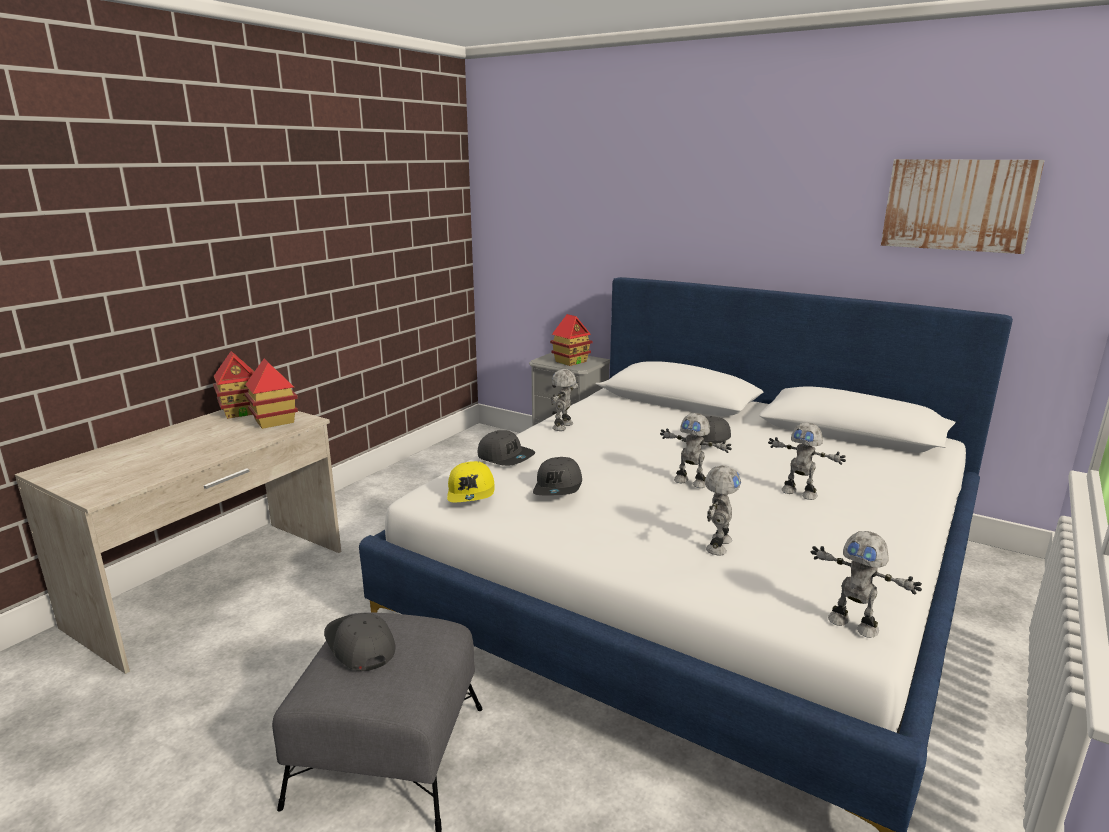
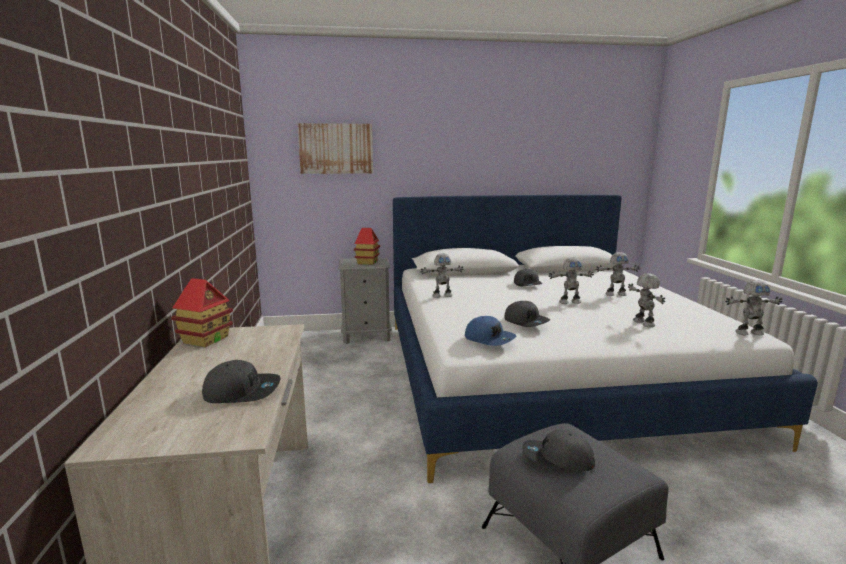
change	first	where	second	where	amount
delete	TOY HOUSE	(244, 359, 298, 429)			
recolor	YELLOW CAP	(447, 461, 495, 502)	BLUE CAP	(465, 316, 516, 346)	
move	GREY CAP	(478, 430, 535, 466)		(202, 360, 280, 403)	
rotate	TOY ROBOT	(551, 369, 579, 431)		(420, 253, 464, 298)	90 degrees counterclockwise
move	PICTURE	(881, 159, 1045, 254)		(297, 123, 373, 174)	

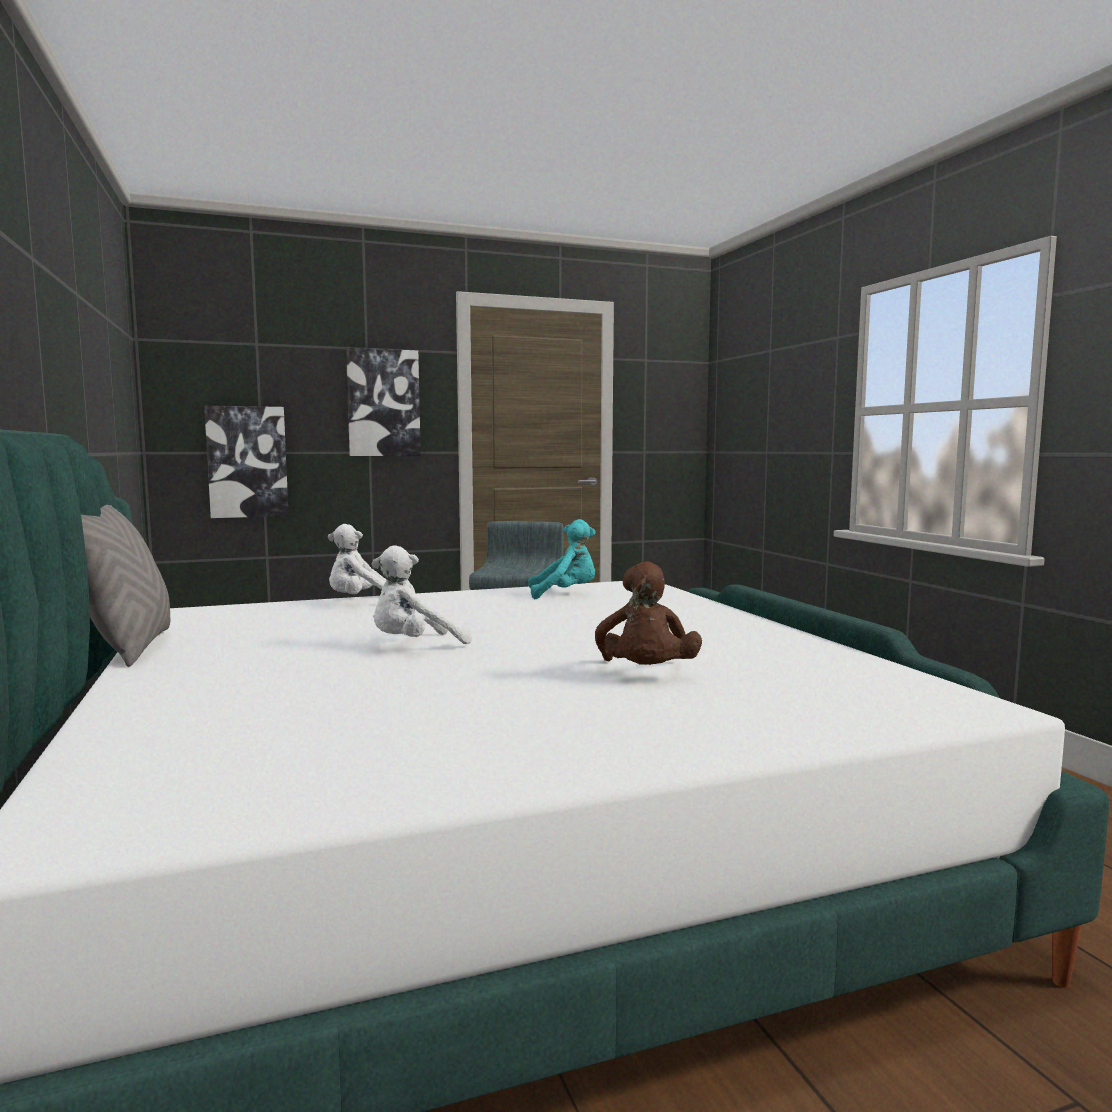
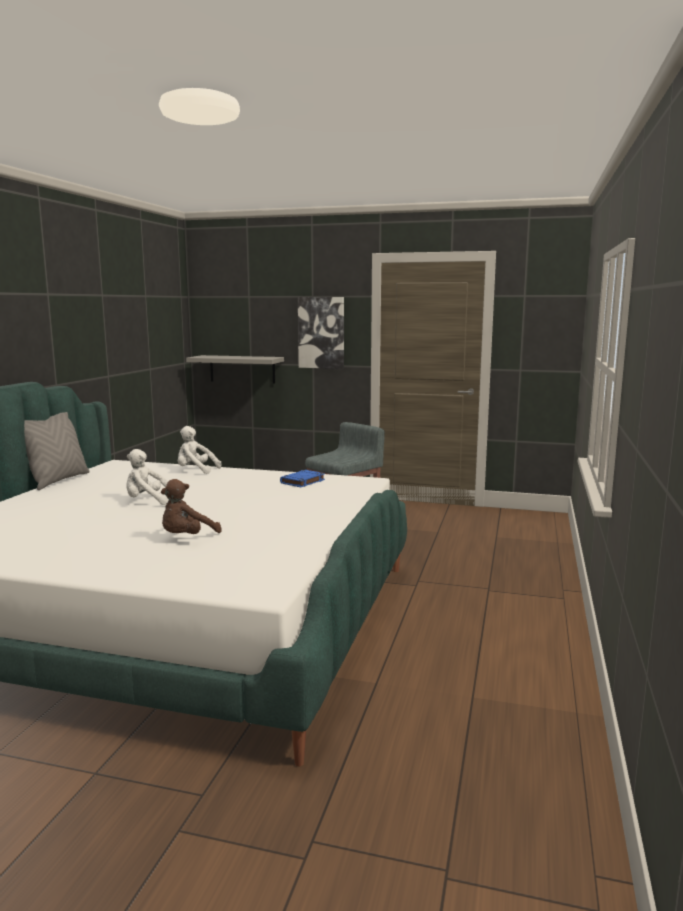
change	first	where	second	where	amount
replace	PICTURE	(204, 406, 289, 518)	GREY SHELF	(186, 355, 284, 384)	
replace	TURQUOISE PLUSH TOY	(528, 519, 596, 599)	BLUE BOOK	(280, 470, 325, 487)	

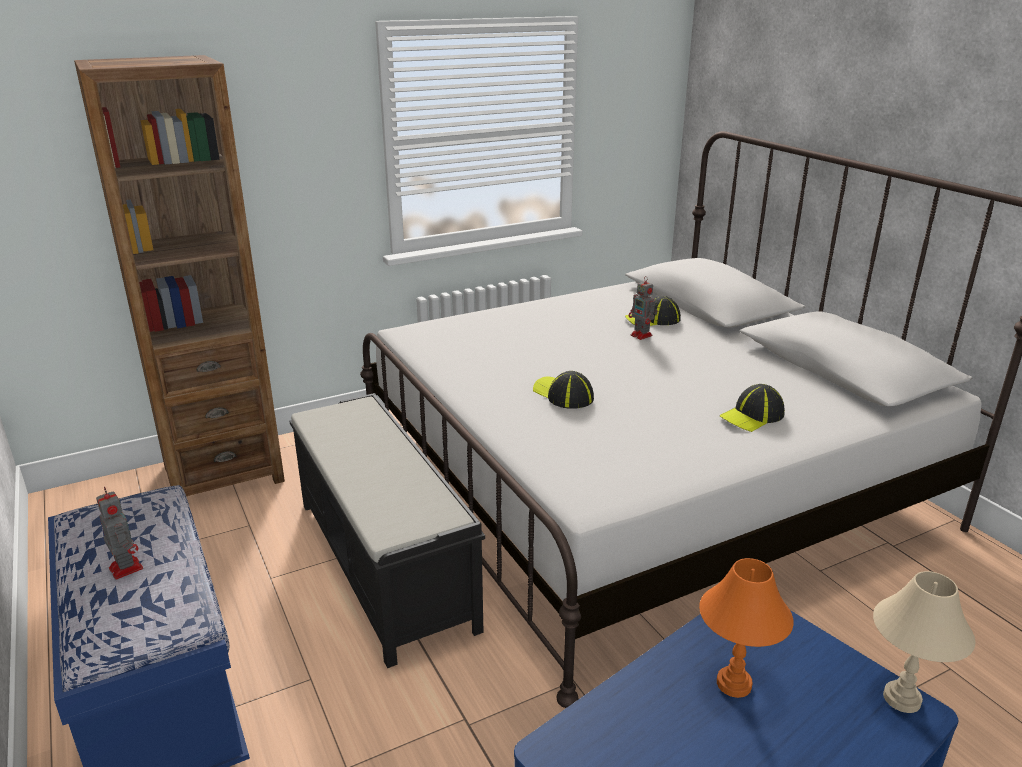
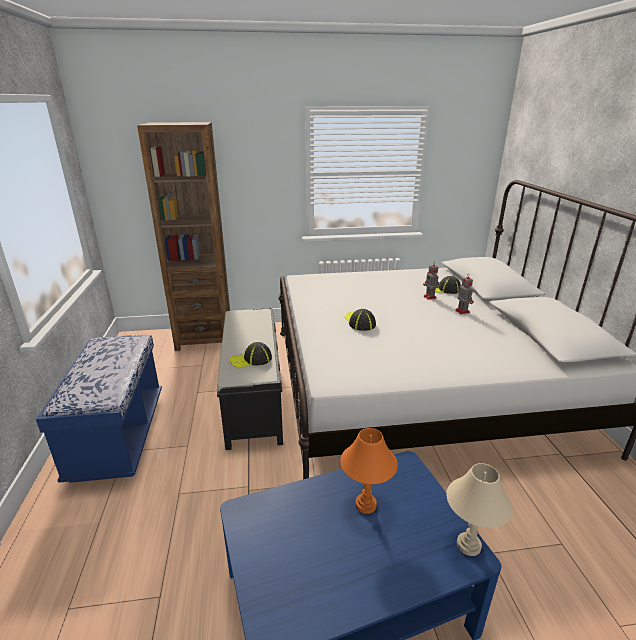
change	first	where	second	where	amount
move	TOY ROBOT	(96, 487, 143, 580)		(455, 277, 474, 314)	
move	CAP	(720, 384, 785, 432)		(230, 342, 272, 368)	

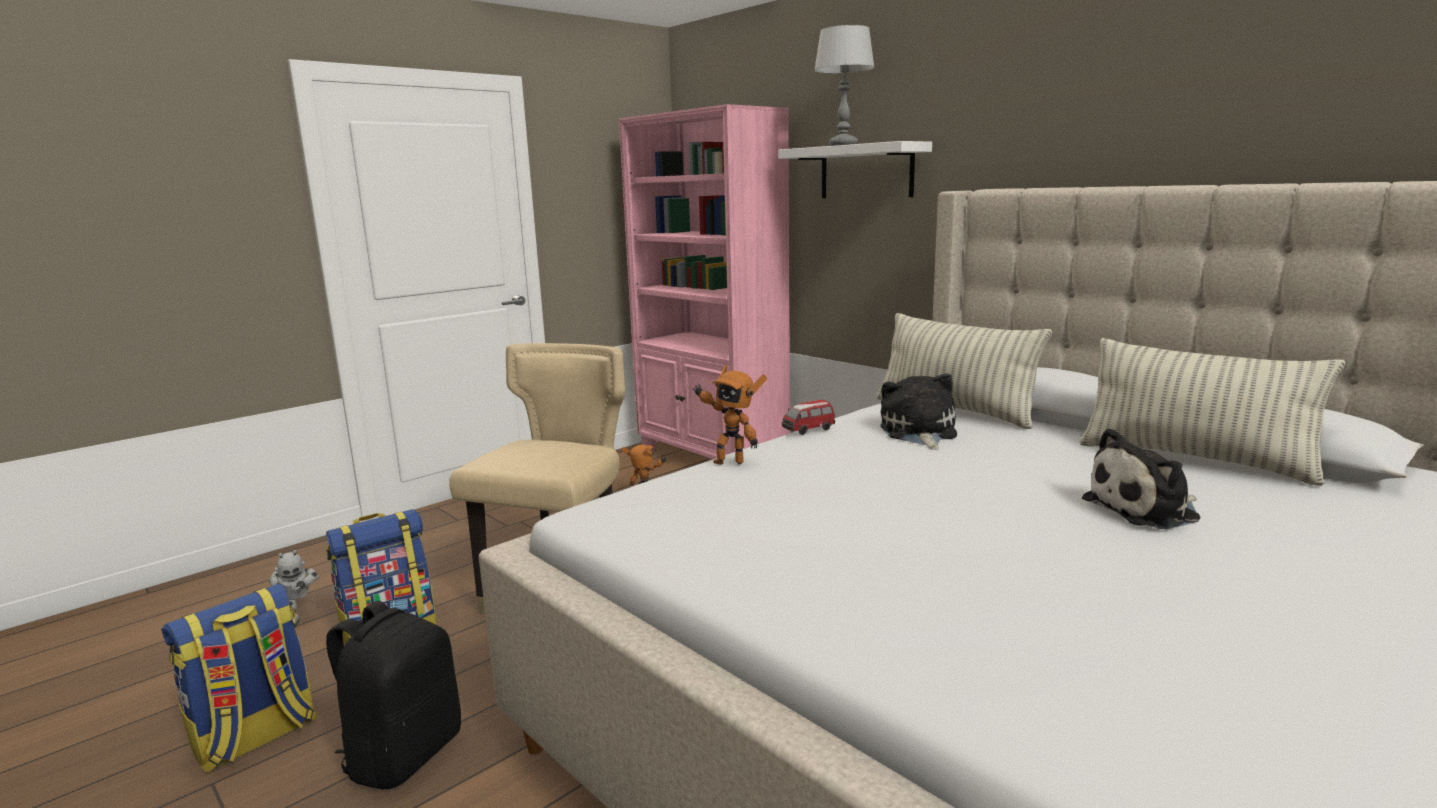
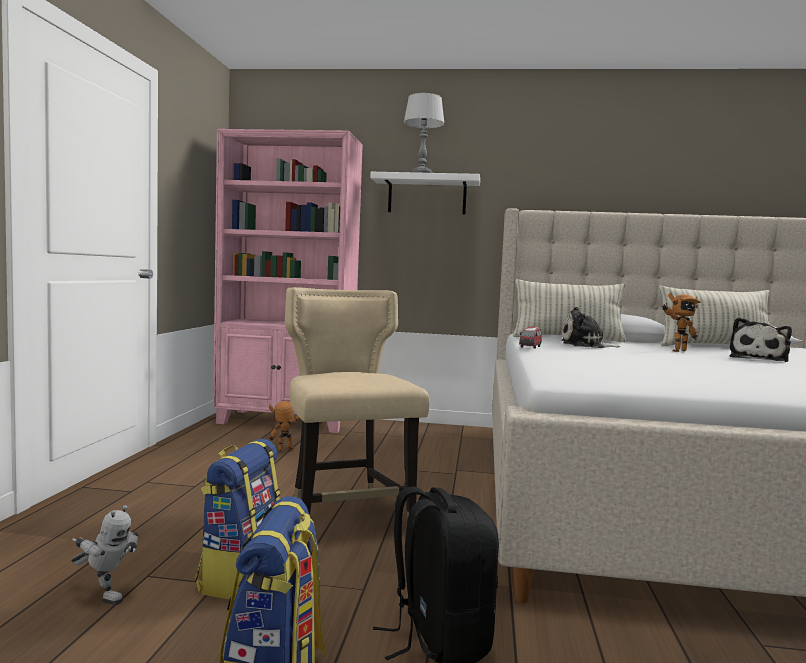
change	first	where	second	where	amount
move	TOY ROBOT	(693, 365, 767, 465)		(662, 293, 701, 352)	
rotate	PLUSH TOY	(881, 373, 957, 450)		(561, 307, 620, 348)	45 degrees counterclockwise

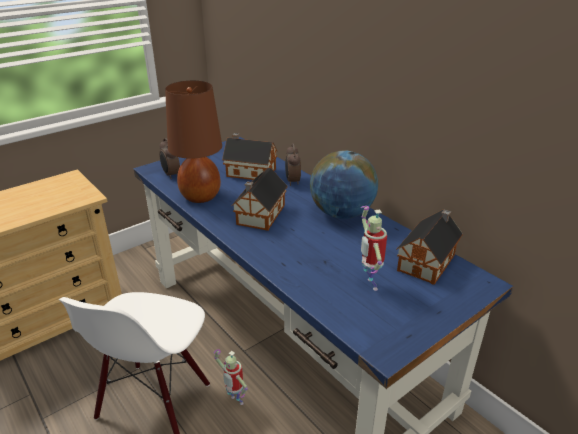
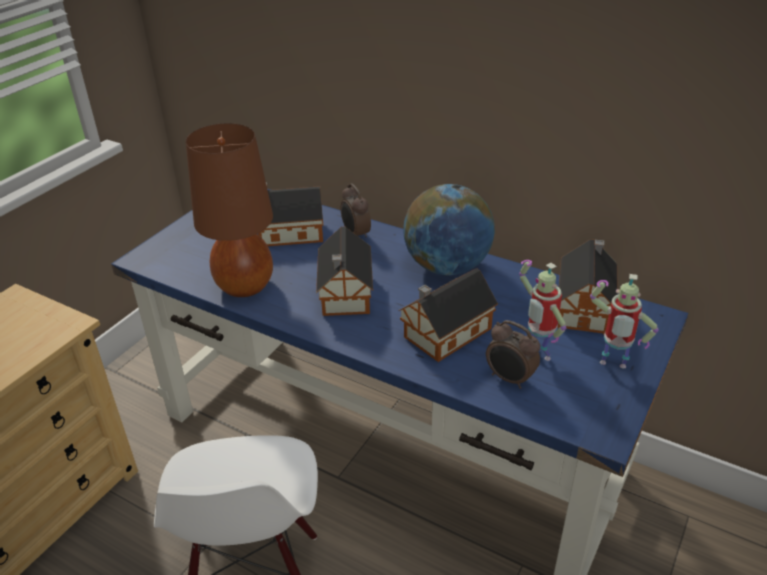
change	first	where	second	where	amount
move	ALARM CLOCK	(159, 138, 180, 179)		(486, 320, 540, 389)	
move	TOY ROBOT	(214, 349, 248, 405)		(590, 274, 659, 369)	
insert			TOY HOUSE	(398, 268, 498, 362)	

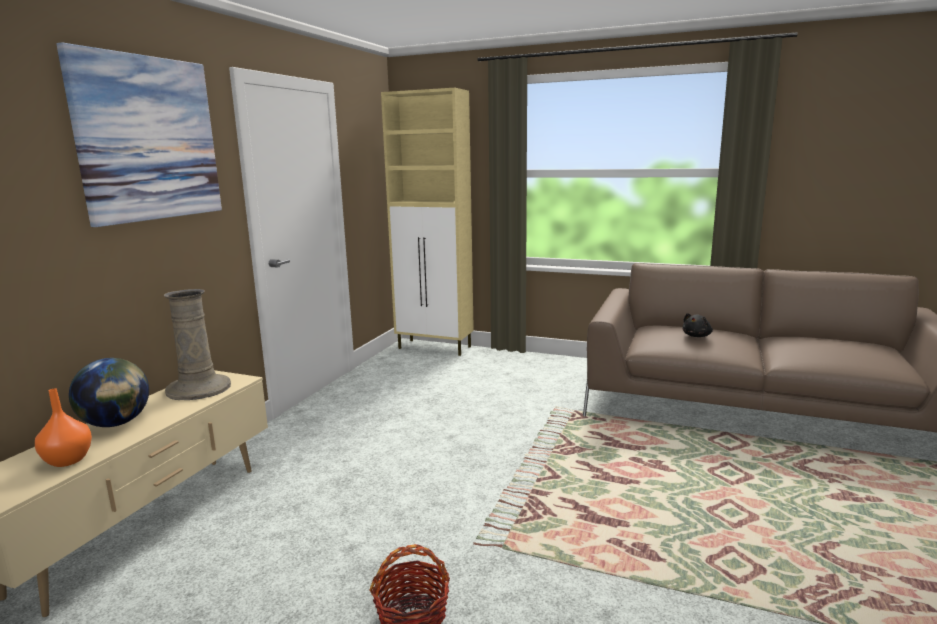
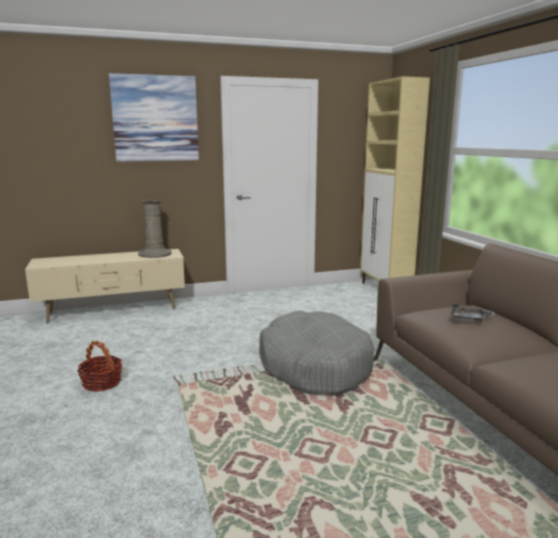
change	first	where	second	where	amount
delete	ORANGE VASE	(35, 389, 92, 467)			
delete	GLOBE	(69, 358, 149, 427)			
replace	BLACK PLUSH TOY	(682, 313, 713, 337)	GREY TRAY	(451, 304, 494, 323)	
insert			GREY DOG BED	(259, 311, 374, 395)	

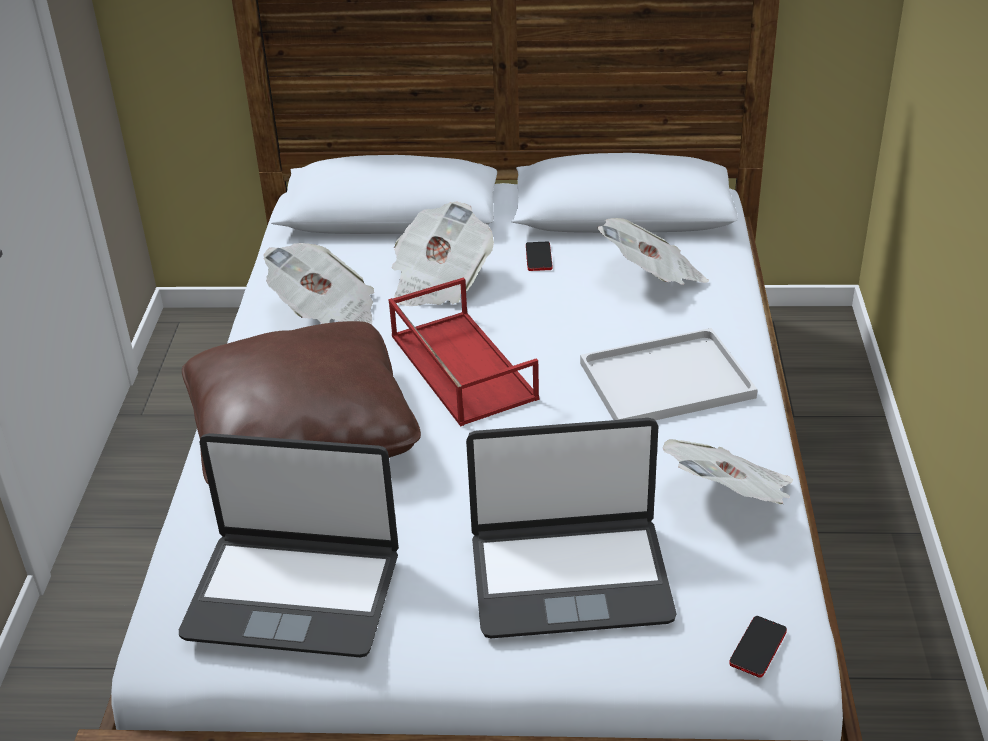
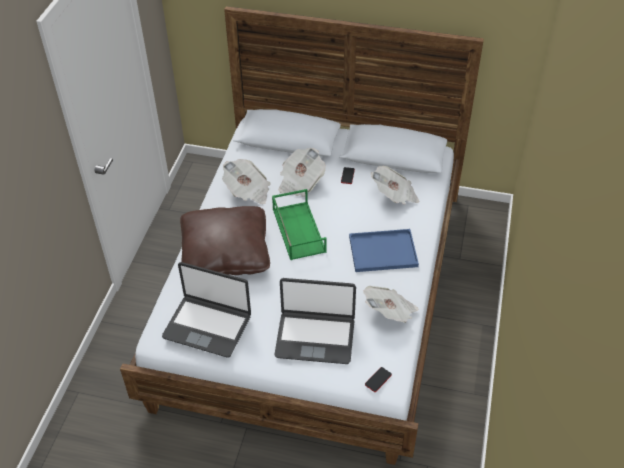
change	first	where	second	where	amount
recolor	RED TRAY	(388, 277, 539, 427)	GREEN TRAY	(272, 189, 327, 260)	
recolor	WHITE TRAY	(580, 328, 758, 420)	BLUE TRAY	(349, 229, 419, 272)	

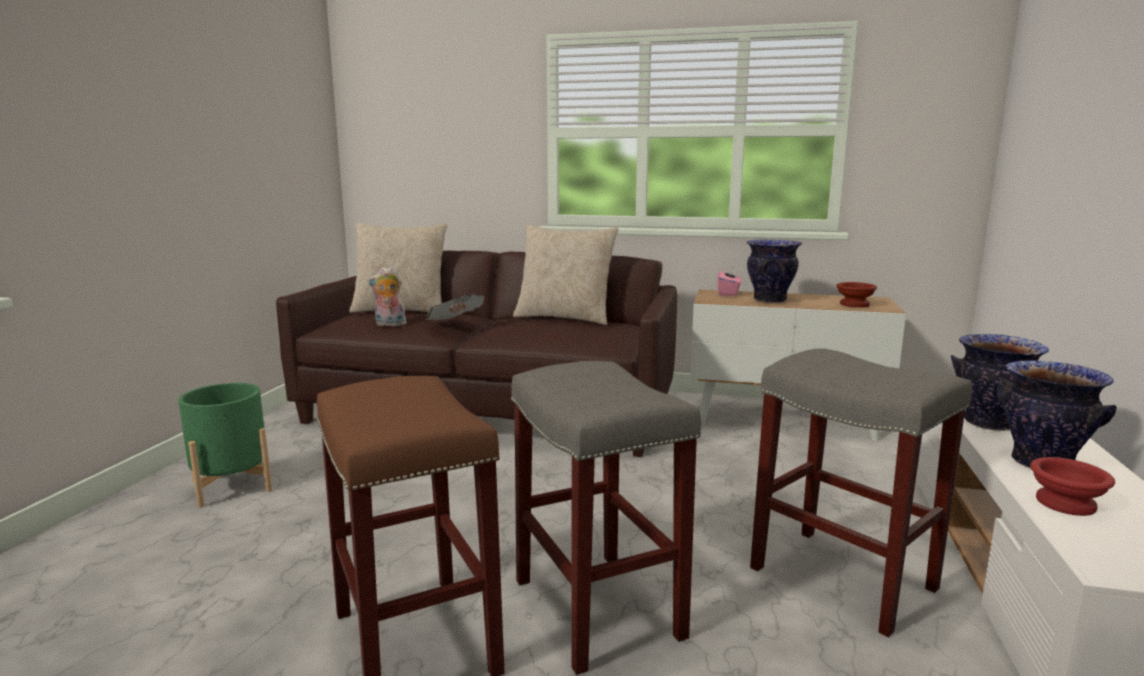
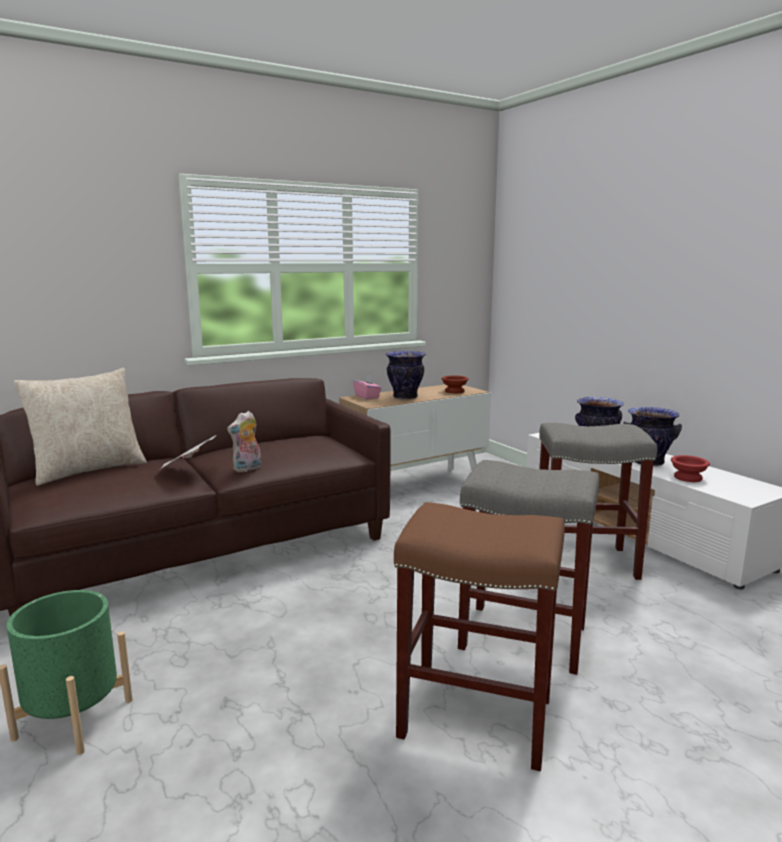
change	first	where	second	where	amount
move	PLUSH TOY	(368, 267, 408, 326)		(227, 411, 261, 472)	
delete	BEIGE PILLOW	(513, 225, 619, 325)			

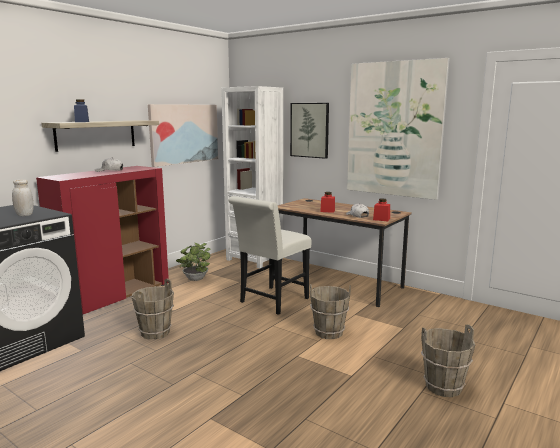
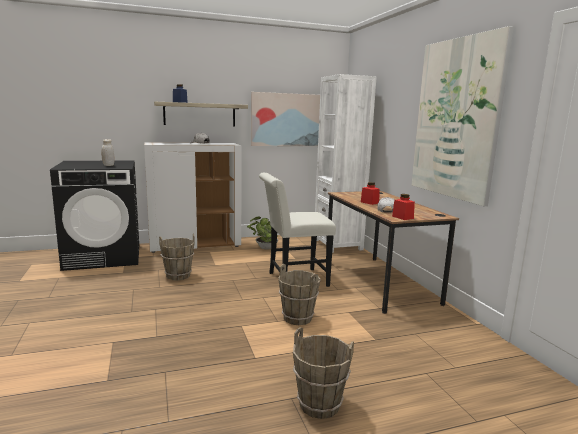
change	first	where	second	where	amount
recolor	RED CABINET	(36, 166, 169, 314)	WHITE CABINET	(144, 142, 242, 253)	
delete	PICTURE	(290, 103, 329, 159)			

